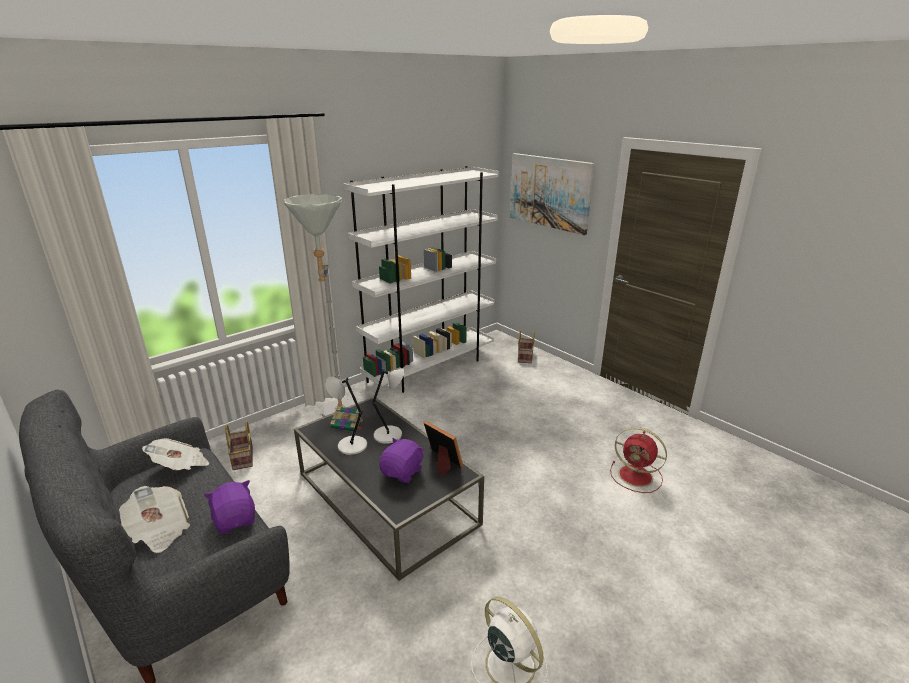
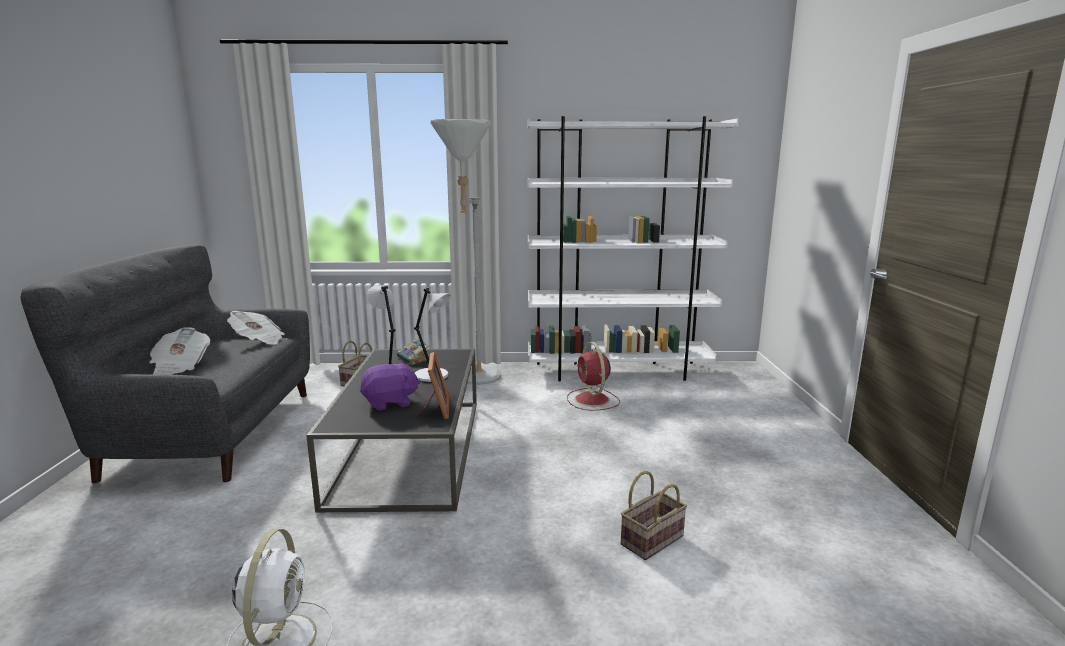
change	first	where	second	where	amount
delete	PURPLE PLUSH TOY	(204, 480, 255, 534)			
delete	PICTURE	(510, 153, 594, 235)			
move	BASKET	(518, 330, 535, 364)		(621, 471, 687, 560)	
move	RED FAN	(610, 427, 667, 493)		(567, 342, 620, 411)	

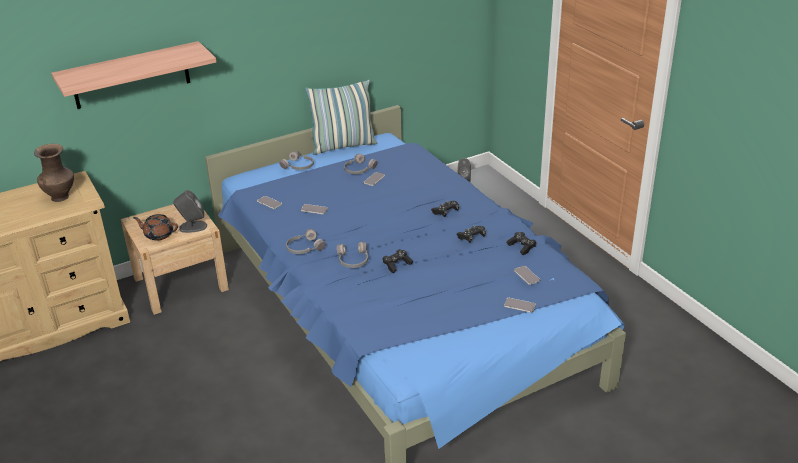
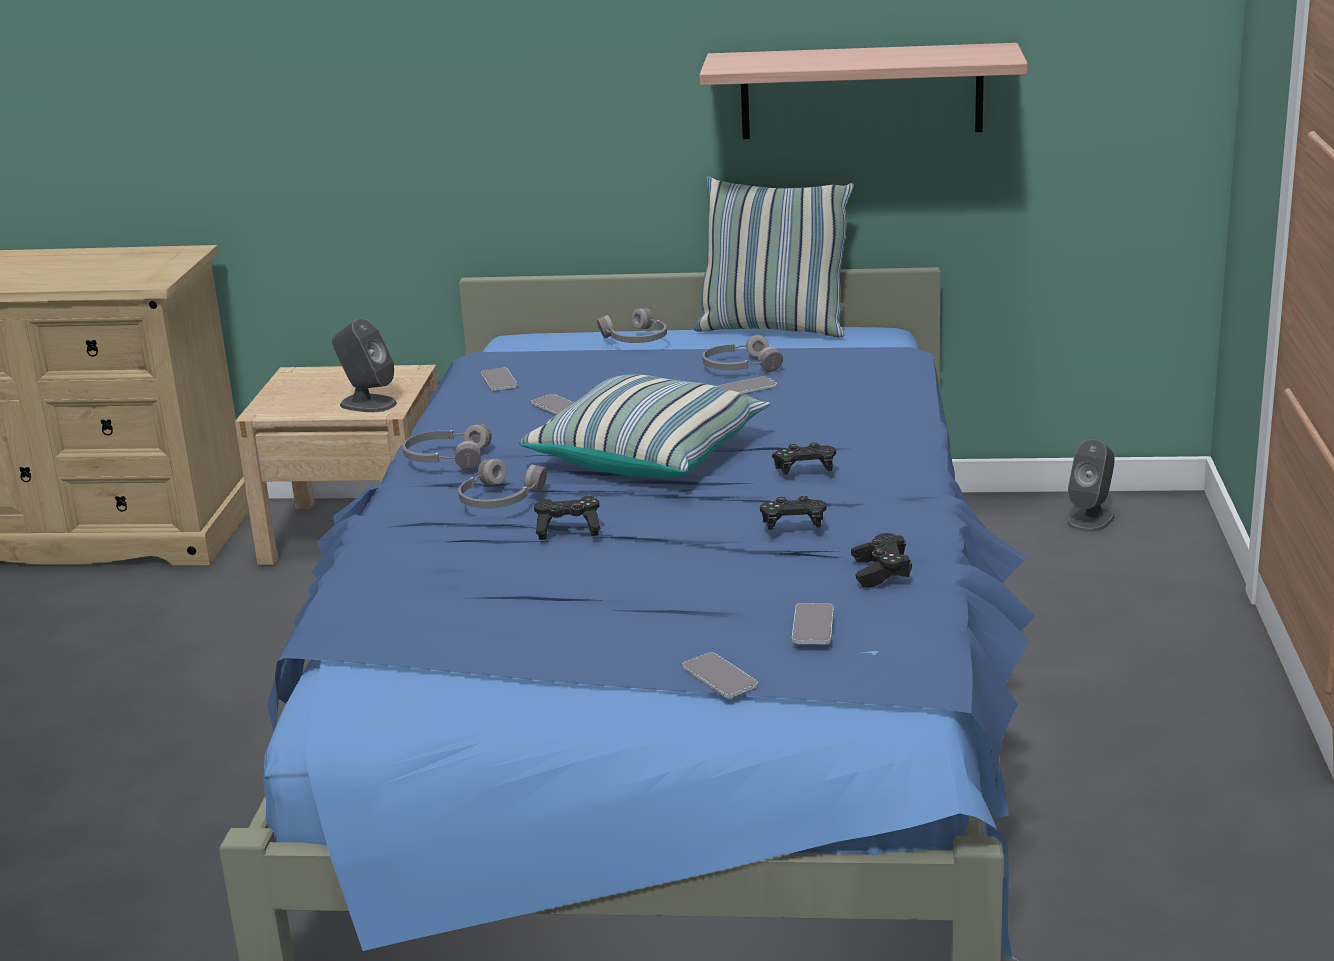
change	first	where	second	where	amount
delete	BROWN VASE	(34, 144, 74, 202)			
move	SHELF	(51, 41, 216, 109)		(699, 43, 1028, 139)	
delete	BROWN TEAPOT	(133, 214, 178, 241)			
insert			PILLOW	(519, 375, 771, 478)	

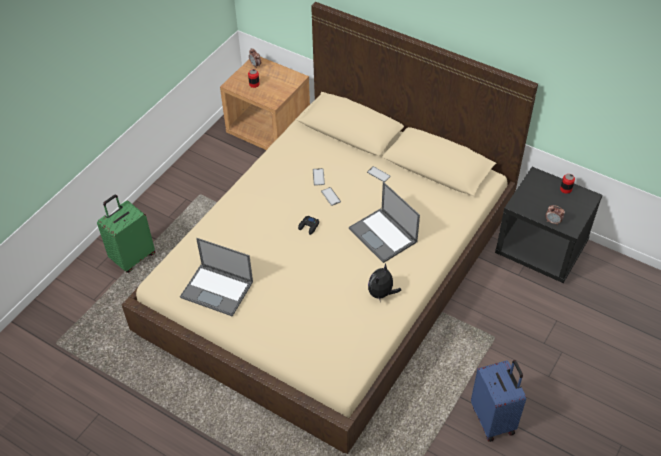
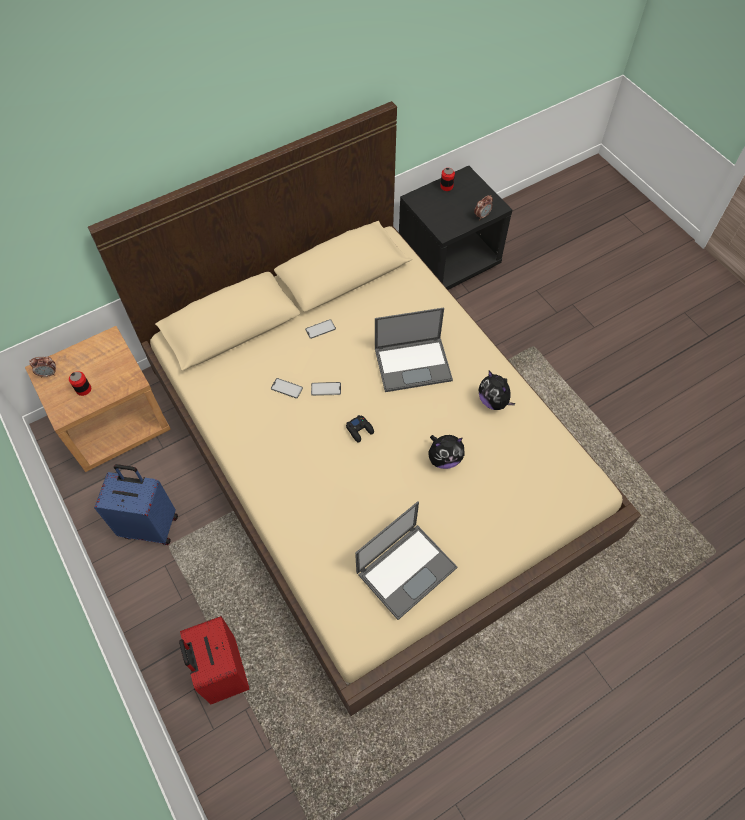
change	first	where	second	where	amount
recolor	GREEN SUITCASE	(97, 195, 155, 273)	RED SUITCASE	(179, 616, 249, 704)	
move	BLUE SUITCASE	(471, 360, 526, 442)		(94, 464, 178, 545)	
insert			PLUSH TOY	(429, 435, 465, 469)	

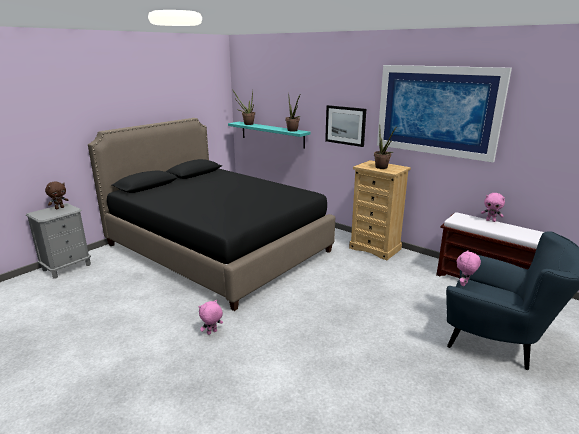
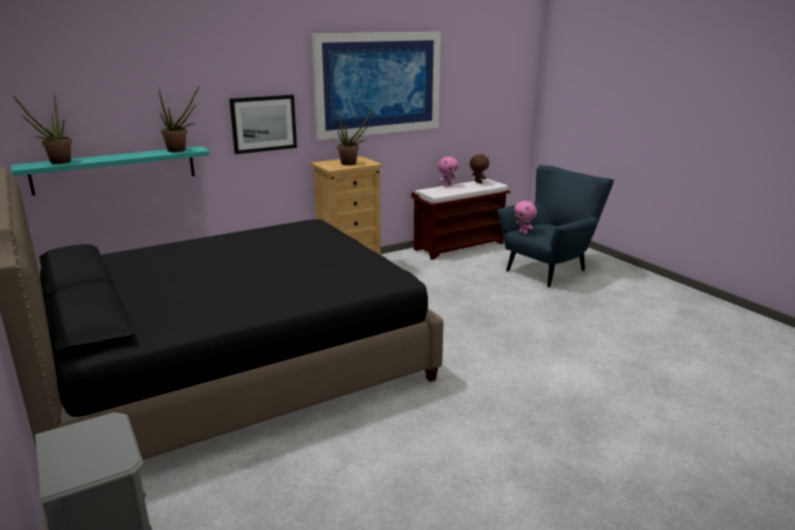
change	first	where	second	where	amount
move	BROWN PLUSH TOY	(45, 181, 68, 210)		(469, 154, 489, 184)	
delete	PINK PLUSH TOY	(199, 300, 223, 335)			

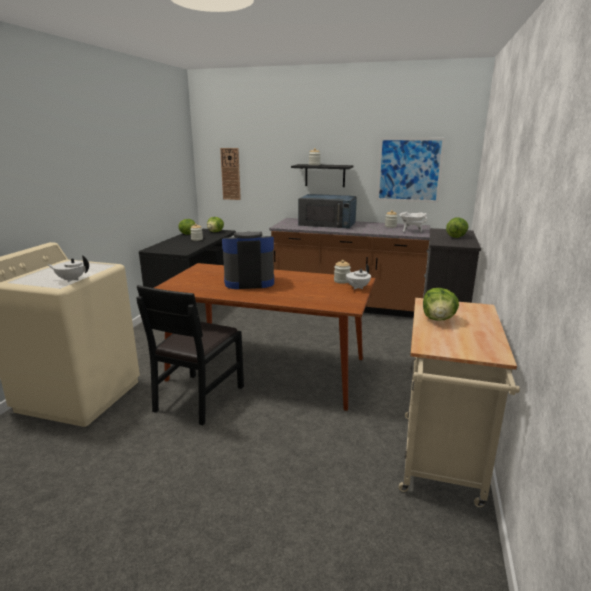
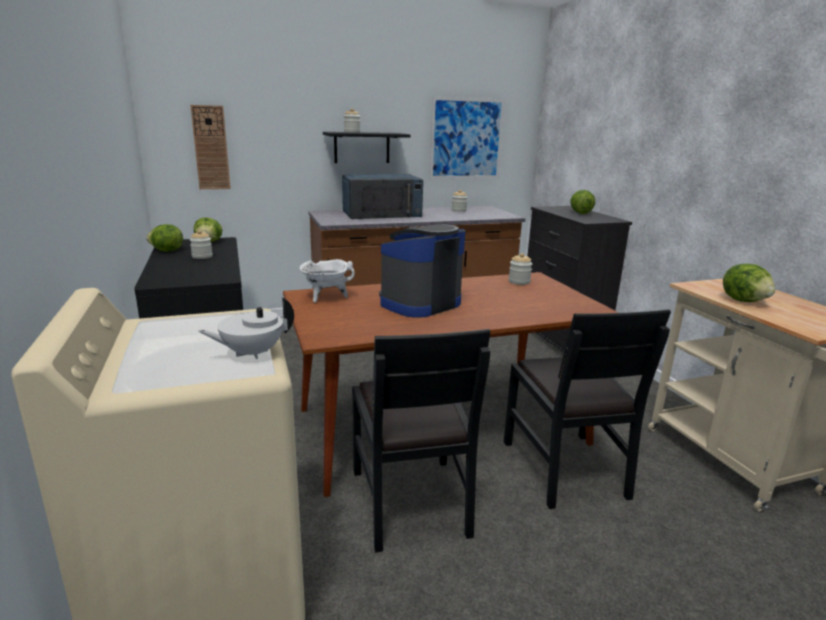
change	first	where	second	where	amount
delete	WHITE TEAPOT	(346, 264, 371, 289)			
move	WHITE COOKING POT	(399, 212, 427, 232)		(300, 259, 355, 303)	
insert			BLACK CHAIR	(504, 309, 671, 509)	

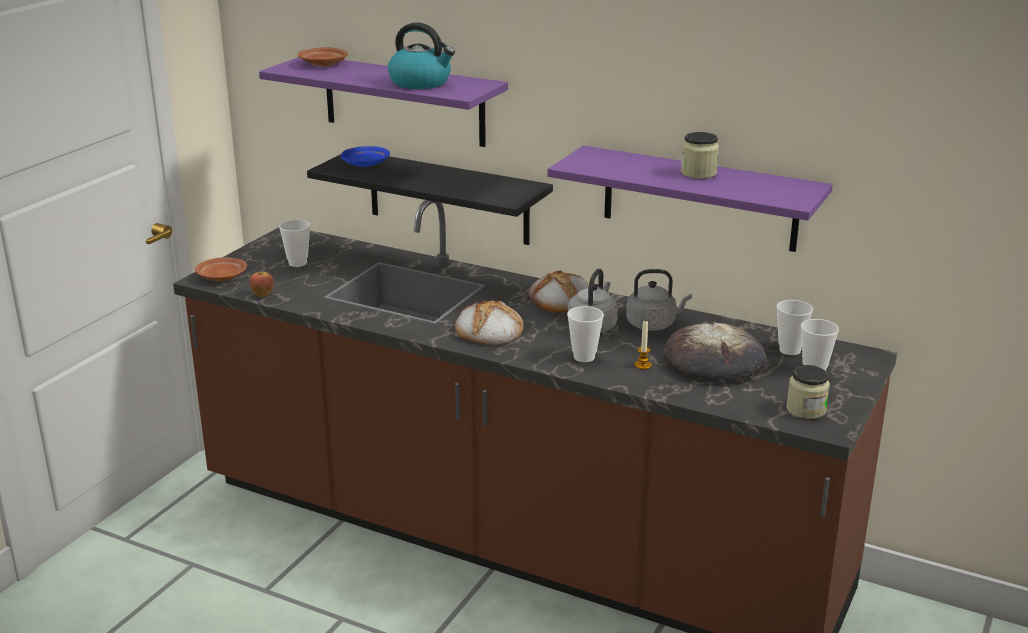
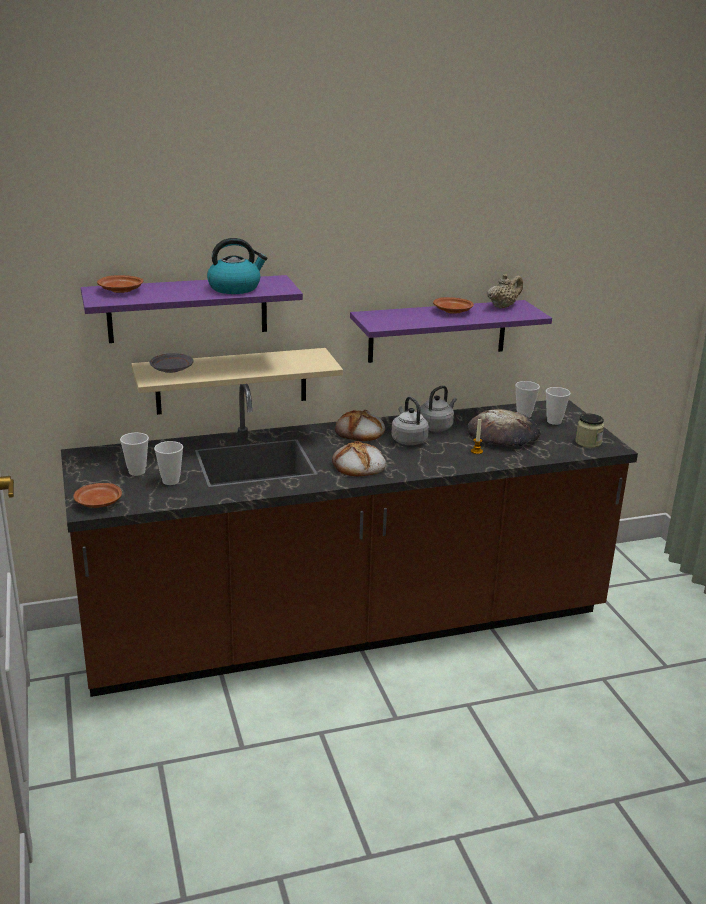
change	first	where	second	where	amount
delete	APPLE	(250, 268, 274, 297)			
recolor	BLACK SHELF	(307, 154, 553, 245)	BEIGE SHELF	(132, 348, 343, 415)	
recolor	BLUE PLATE	(340, 146, 390, 167)	GREY PLATE	(149, 353, 193, 373)	
move	CUP	(567, 306, 604, 362)		(154, 441, 183, 485)	
replace	JAR	(681, 132, 719, 179)	BROWN PLATE	(433, 297, 474, 314)	
insert			BEIGE TEAPOT	(487, 274, 523, 309)	

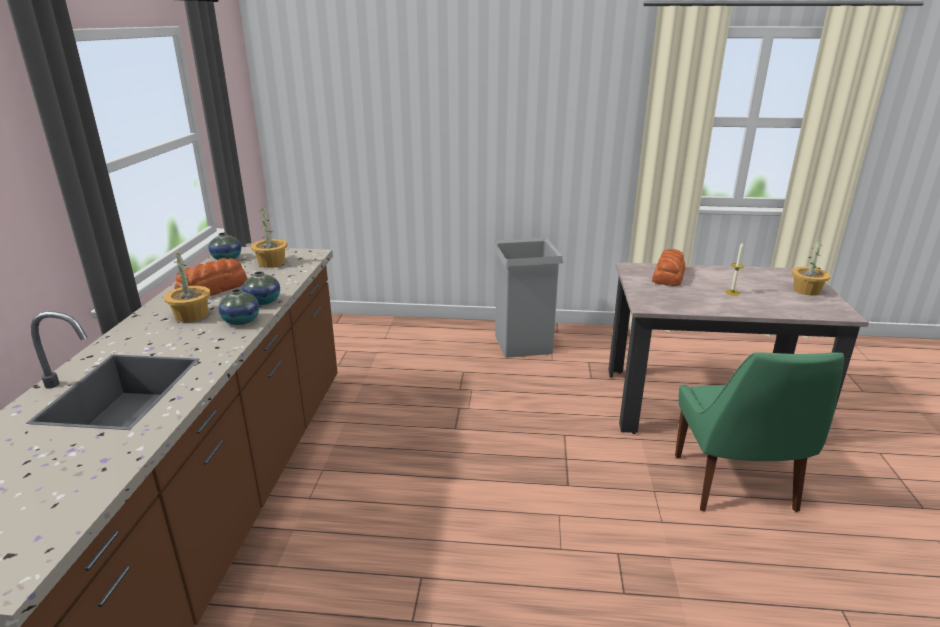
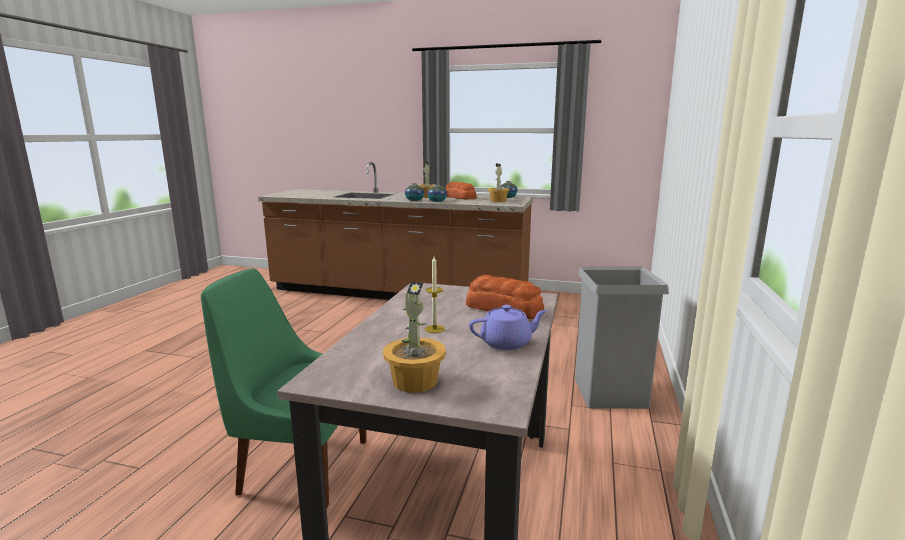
change	first	where	second	where	amount
insert			PURPLE TEAPOT	(469, 305, 548, 350)	

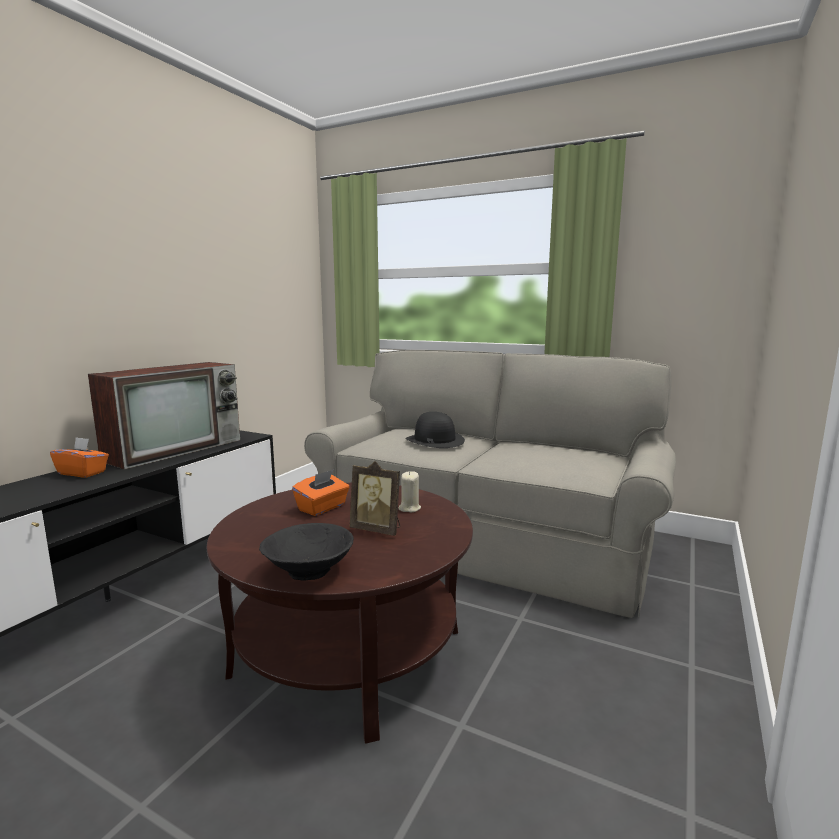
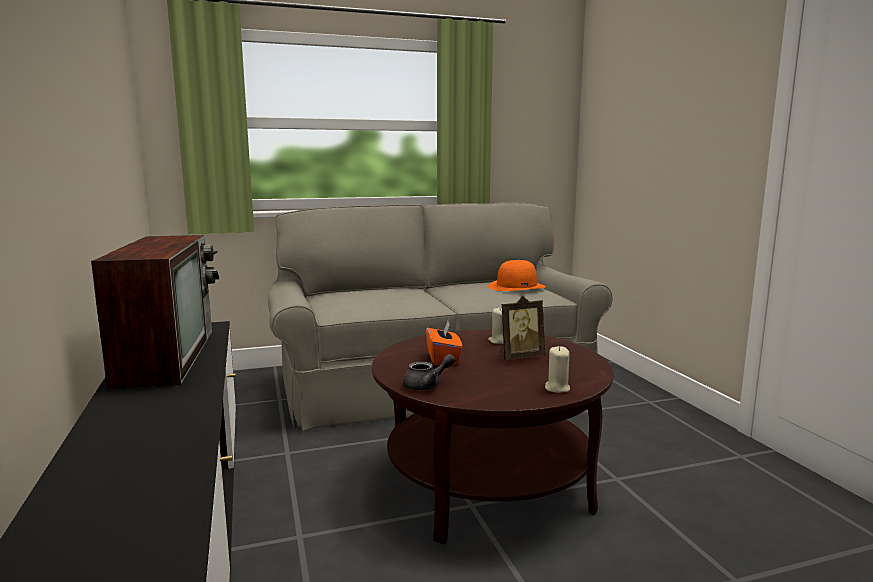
change	first	where	second	where	amount
delete	ORANGE TISSUE BOX	(50, 437, 109, 478)			
replace	BLACK BOWL	(259, 523, 354, 581)	BEIGE CANDLE	(545, 346, 570, 393)	
delete	BLACK HAT	(405, 412, 465, 448)			
insert			GREY TEAPOT	(403, 354, 455, 391)	
insert			ORANGE HAT	(488, 260, 546, 291)	

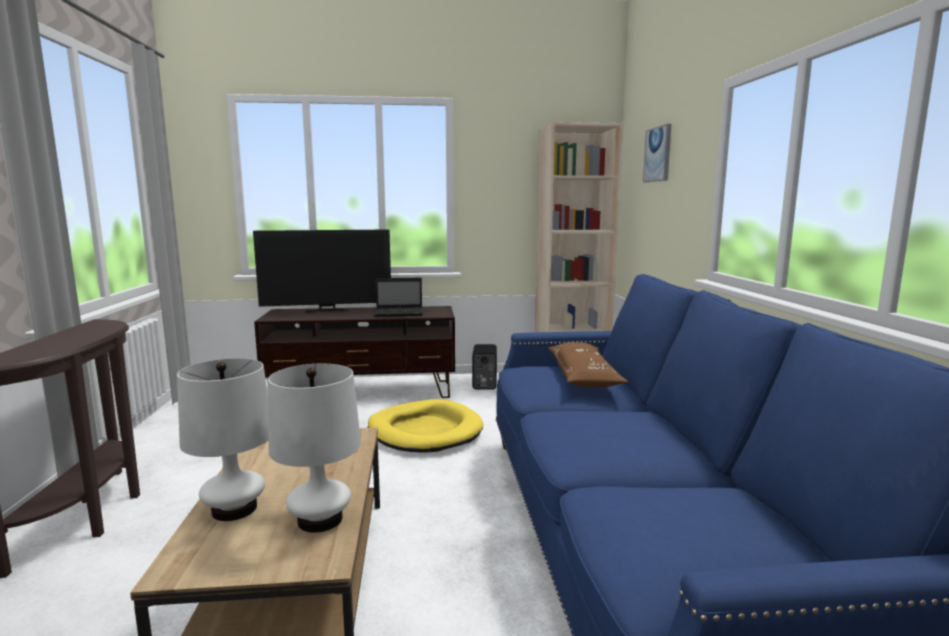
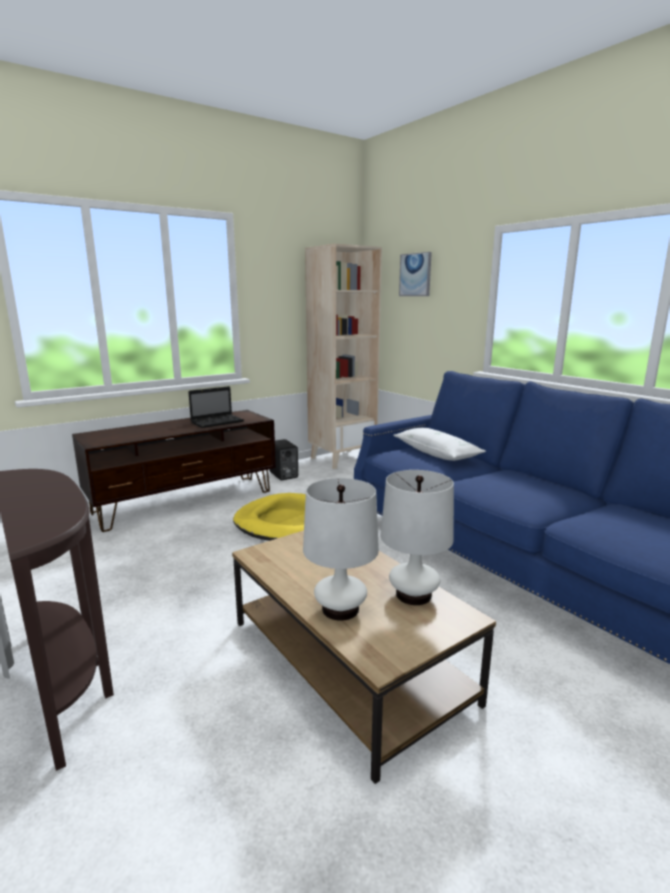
change	first	where	second	where	amount
delete	TELEVISION	(253, 230, 391, 313)			
recolor	BROWN PILLOW	(548, 342, 628, 388)	WHITE PILLOW	(393, 428, 486, 461)	

